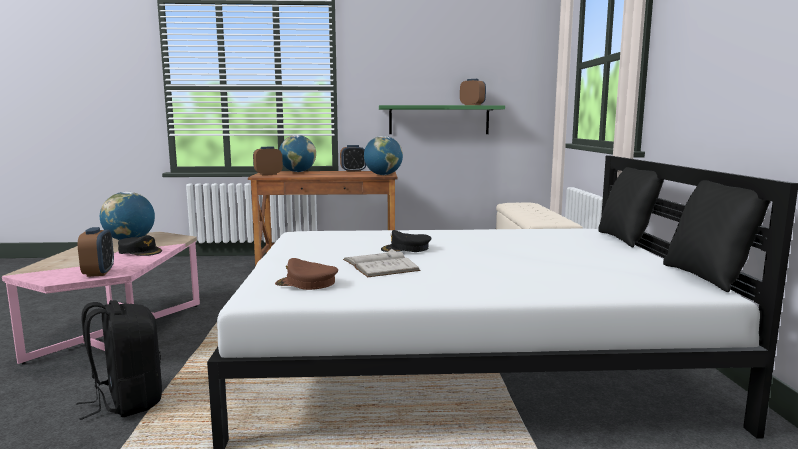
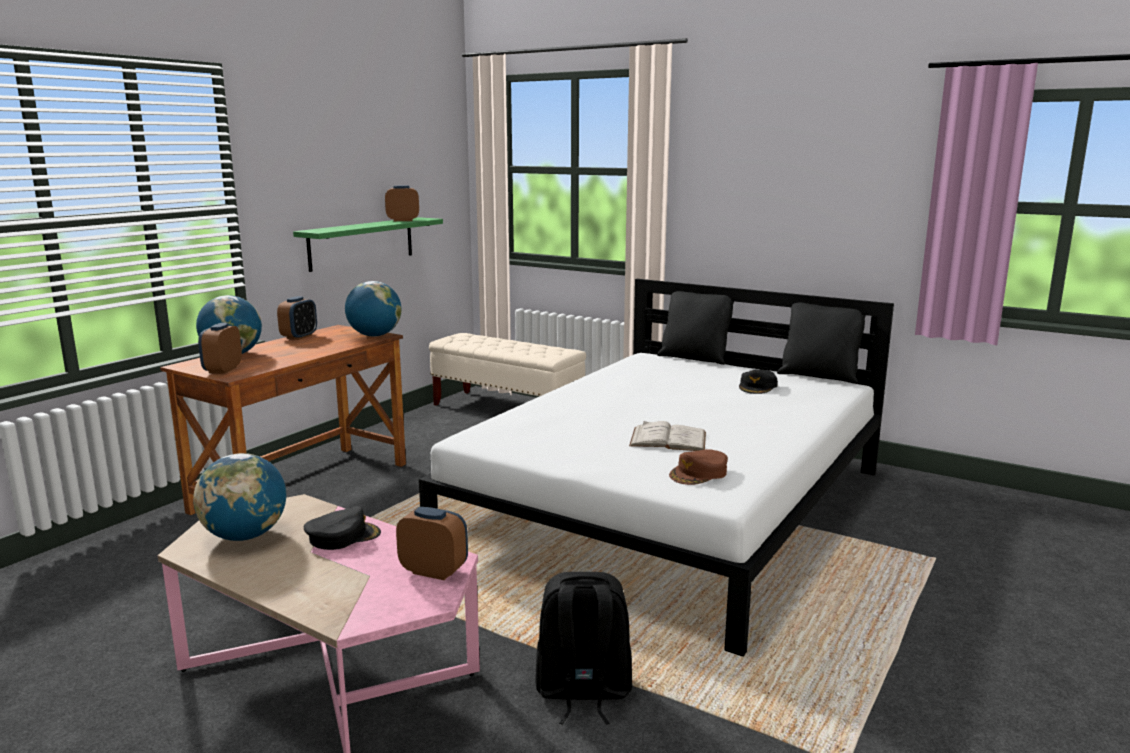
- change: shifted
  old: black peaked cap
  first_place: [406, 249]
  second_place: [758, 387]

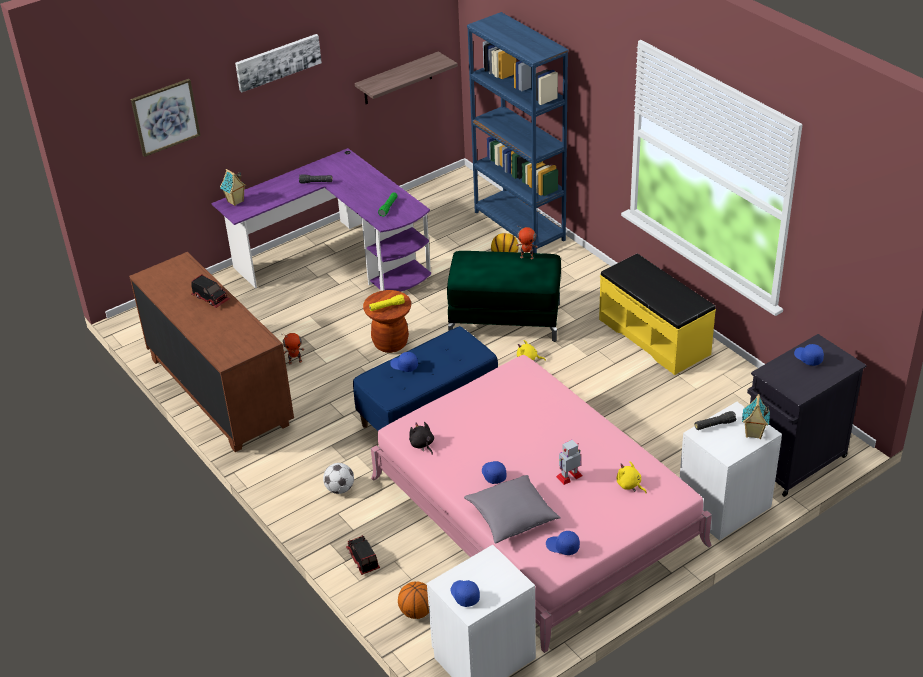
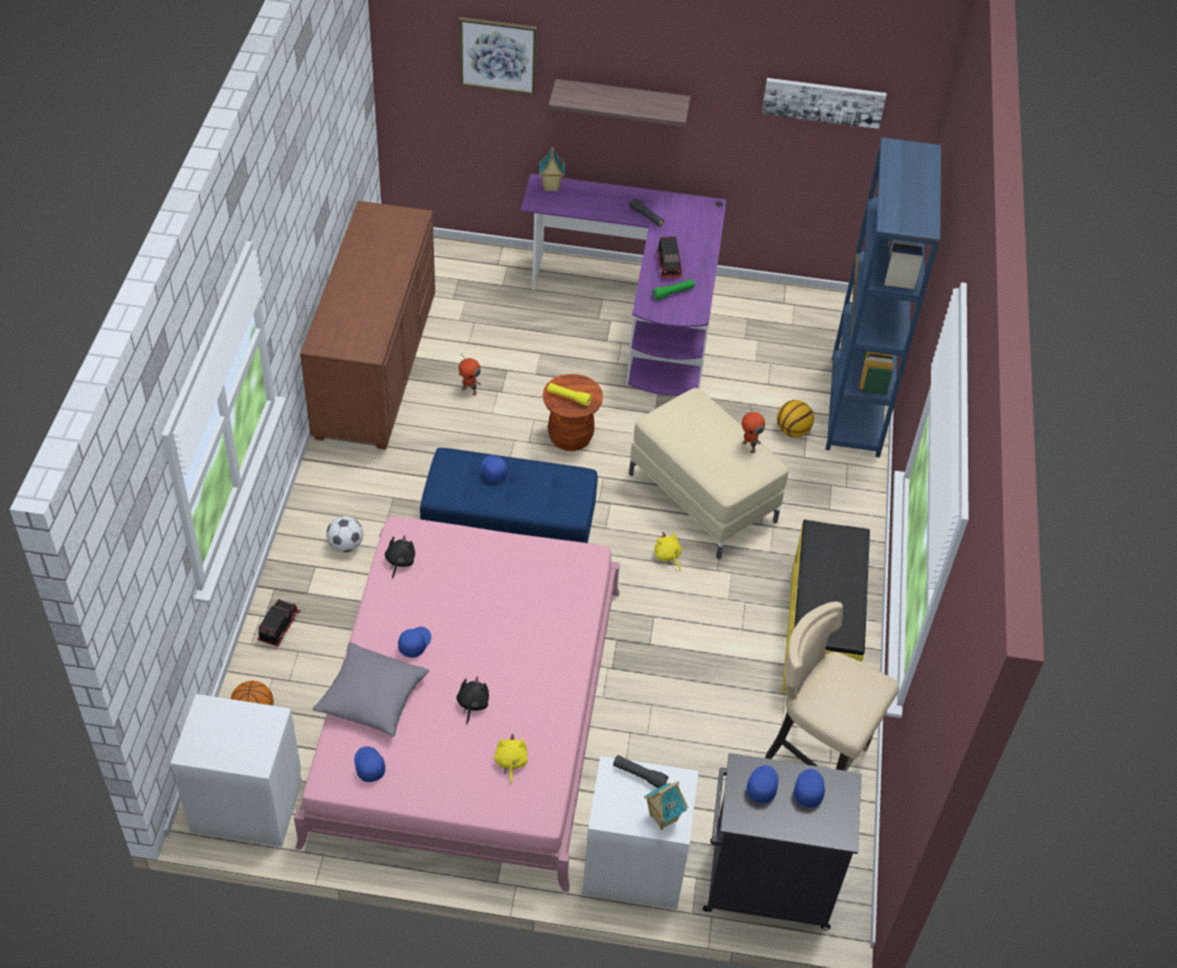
- change: swapped
  old: toy robot
  new: black soft toy
  first_place: [569, 476]
  second_place: [472, 704]
- change: shifted
  old: shelf
  first_place: [398, 79]
  second_place: [621, 102]
- change: repainted
  old: green-coloured ottoman
  new: beige-coloured ottoman
  first_place: [506, 319]
  second_place: [704, 497]
- change: shifted
  old: toy lorry
  first_place: [211, 298]
  second_place: [669, 266]
- change: shifted
  old: blue peaked cap
  first_place: [464, 595]
  second_place: [762, 785]
- change: shifted
  old: wall art
  first_place: [278, 62]
  second_place: [823, 101]
- change: new
  new: beige-coloured upright chair
  second_place: [815, 761]

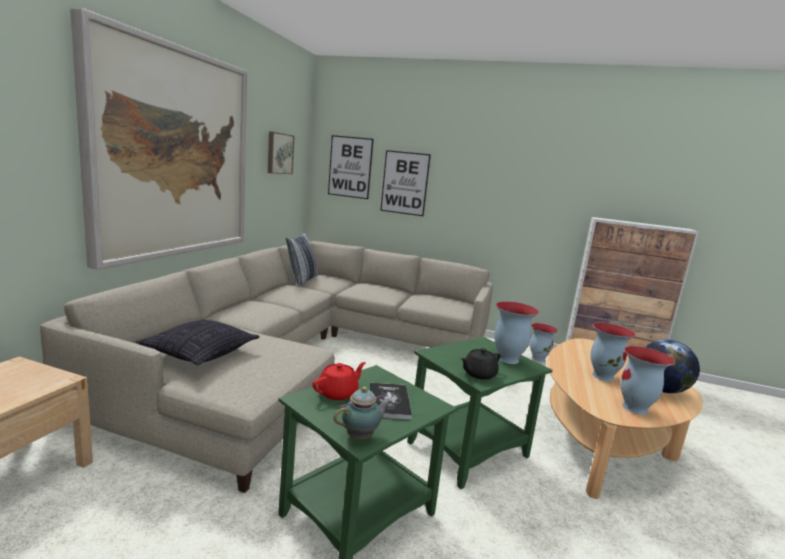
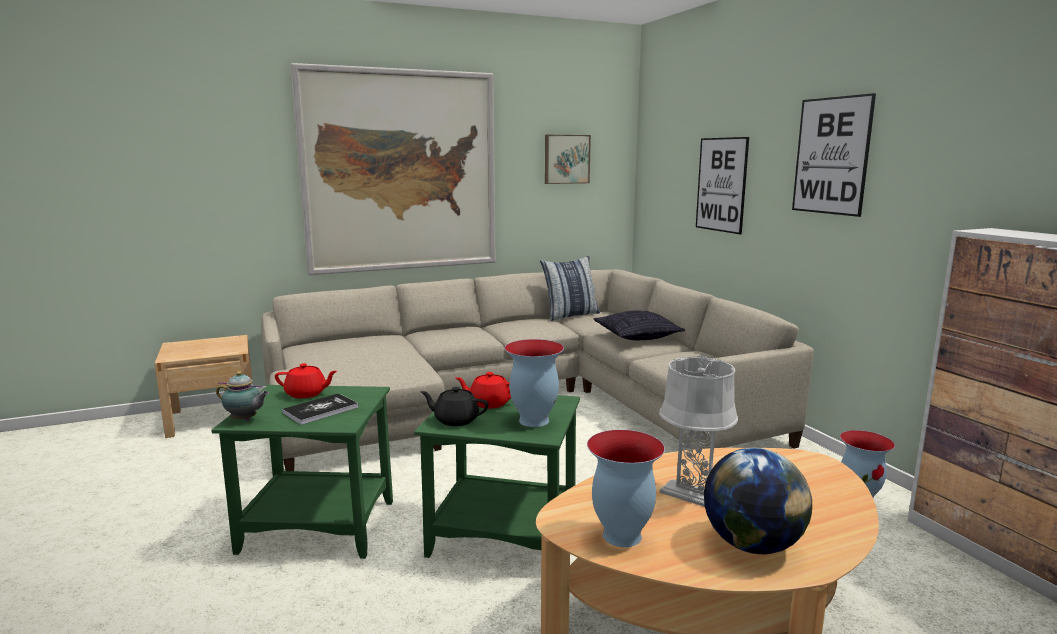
- change: new
  new: red teapot
  second_place: [489, 403]
- change: shifted
  old: pillow
  first_place: [200, 353]
  second_place: [637, 336]
- change: swapped
  old: decorative vase
  new: grey lamp for a table
  first_place: [603, 376]
  second_place: [693, 496]
- change: shifted
  old: wall art
  first_place: [350, 167]
  second_place: [831, 156]

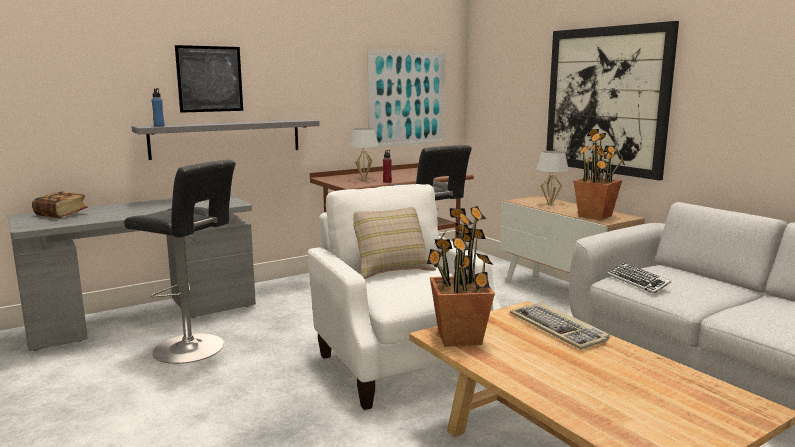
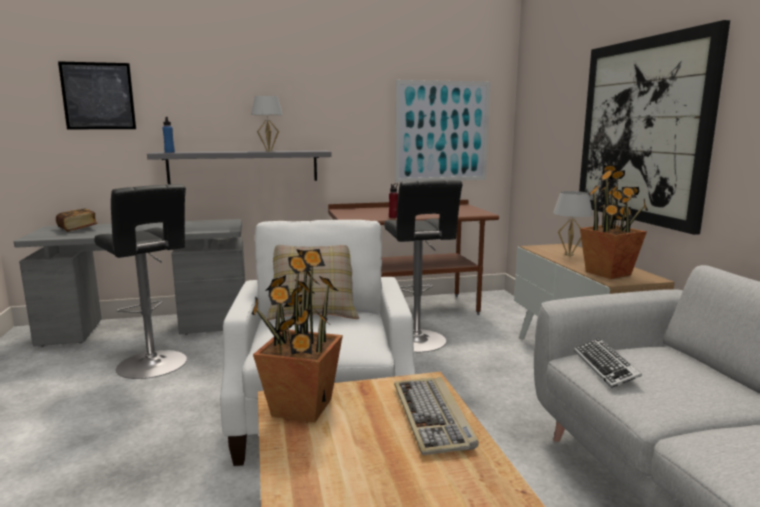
- change: shifted
  old: wall art
  first_place: [210, 79]
  second_place: [98, 96]
- change: shifted
  old: white lamp for a table
  first_place: [364, 179]
  second_place: [269, 151]

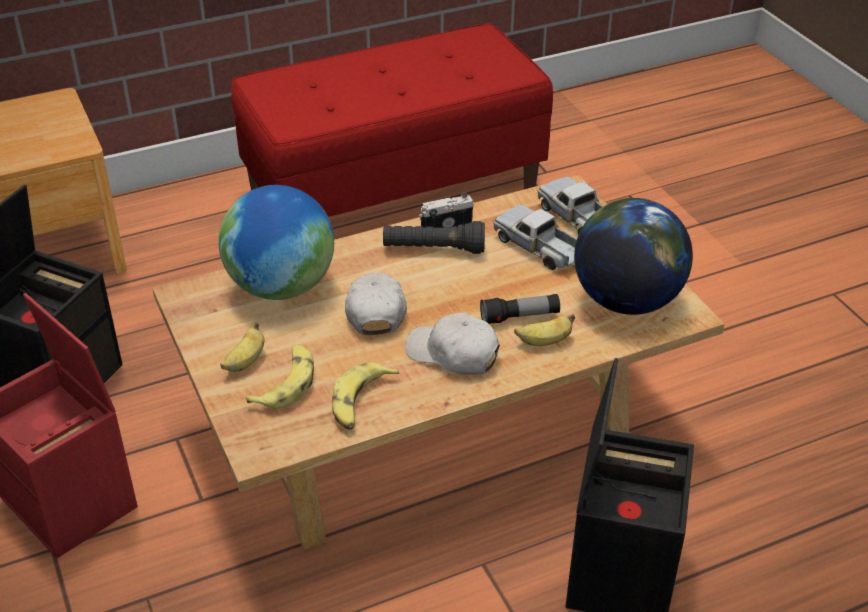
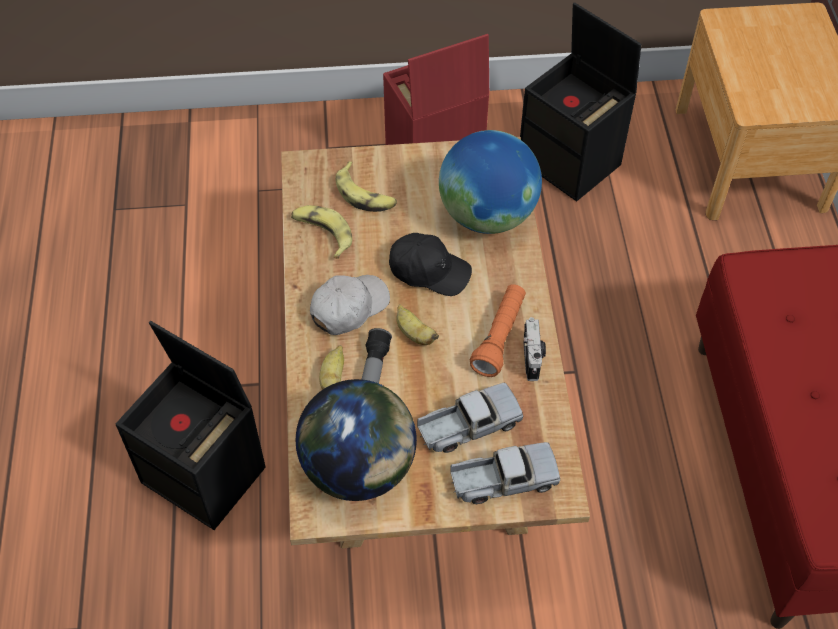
- change: repainted
  old: white peaked cap
  new: black peaked cap
  first_place: [375, 310]
  second_place: [429, 270]
- change: shifted
  old: banana
  first_place: [245, 362]
  second_place: [414, 334]
- change: repainted
  old: black hand torch
  new: orange-coloured hand torch
  first_place: [433, 249]
  second_place: [499, 337]

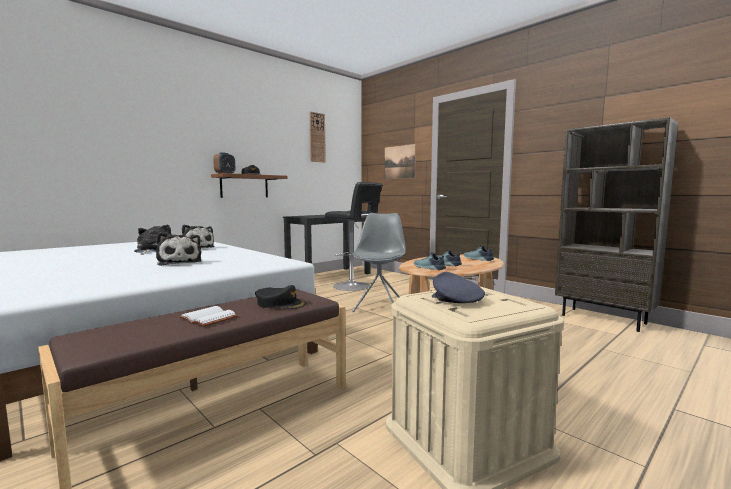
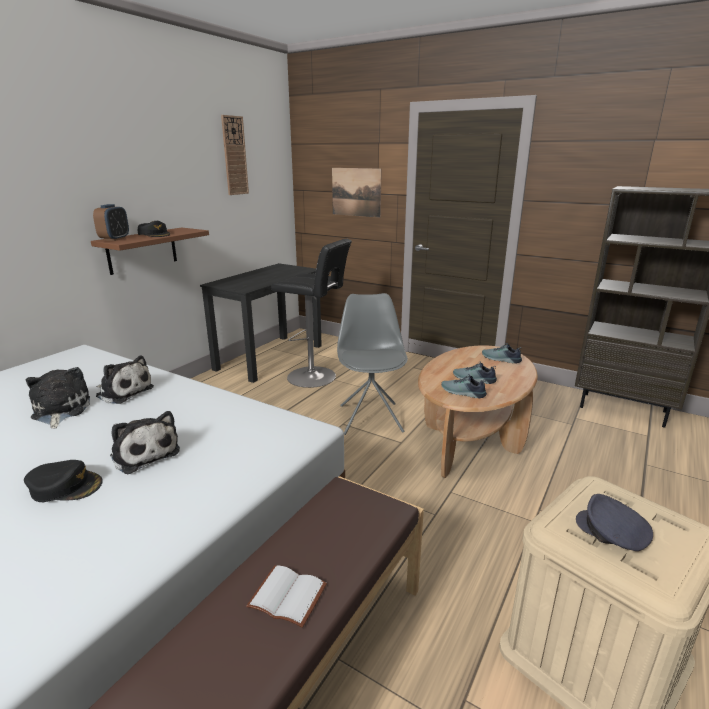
- change: shifted
  old: black peaked cap
  first_place: [280, 303]
  second_place: [66, 486]

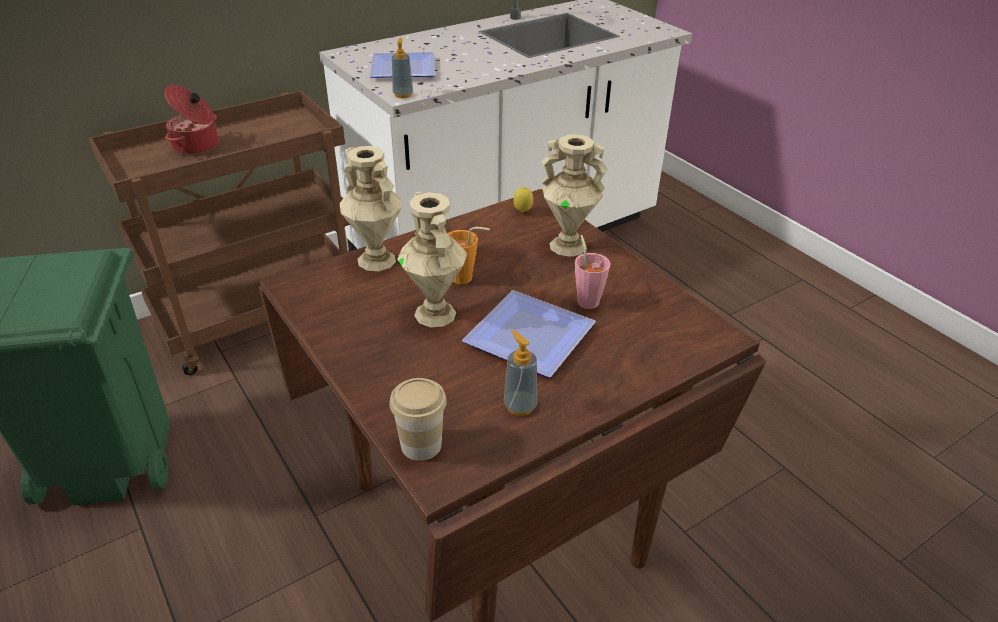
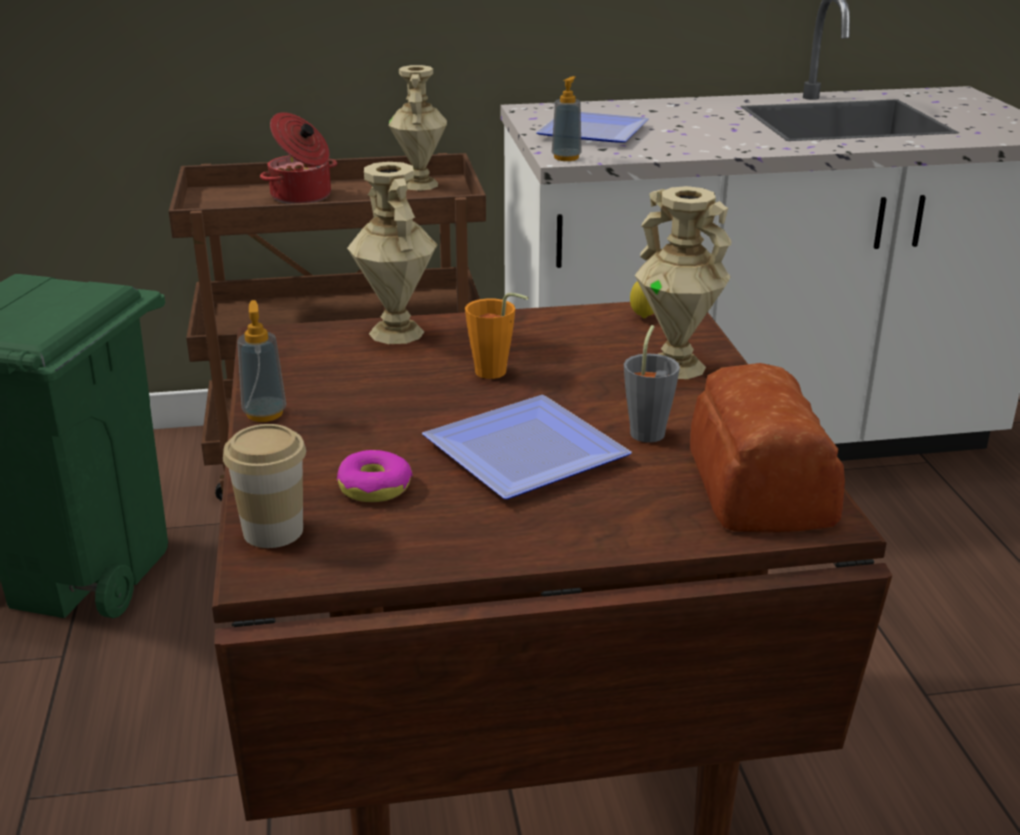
- change: shifted
  old: liquid soap bottle
  first_place: [520, 406]
  second_place: [264, 413]
- change: new
  new: ring doughnut
  second_place: [375, 487]
- change: shifted
  old: beige-coloured decorative vase
  first_place: [436, 313]
  second_place: [421, 184]
- change: repainted
  old: pink-coloured cup
  new: grey cup
  first_place: [587, 299]
  second_place: [649, 430]
- change: new
  new: baked bread
  second_place: [757, 488]

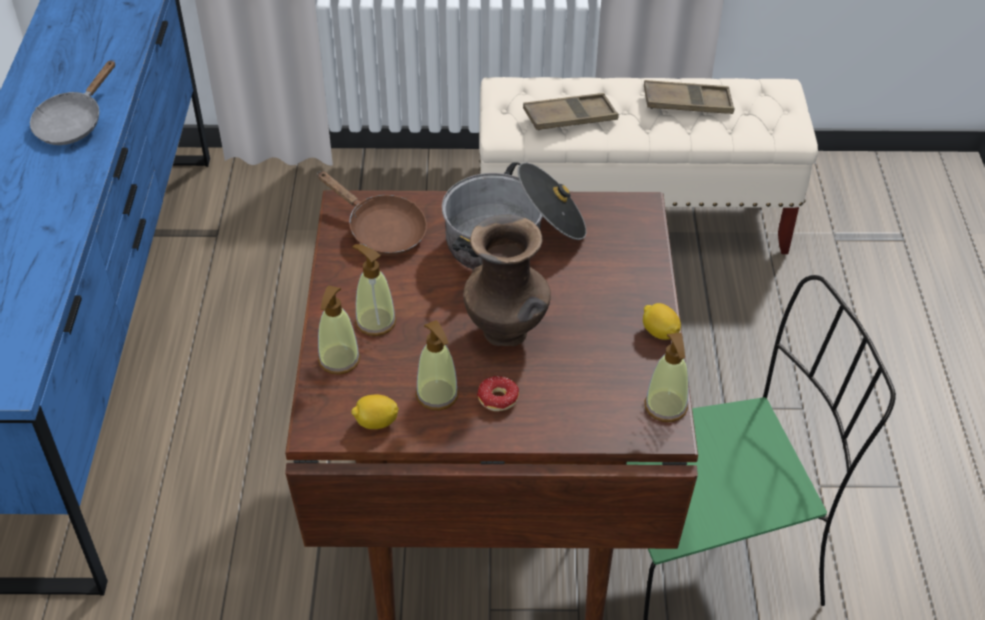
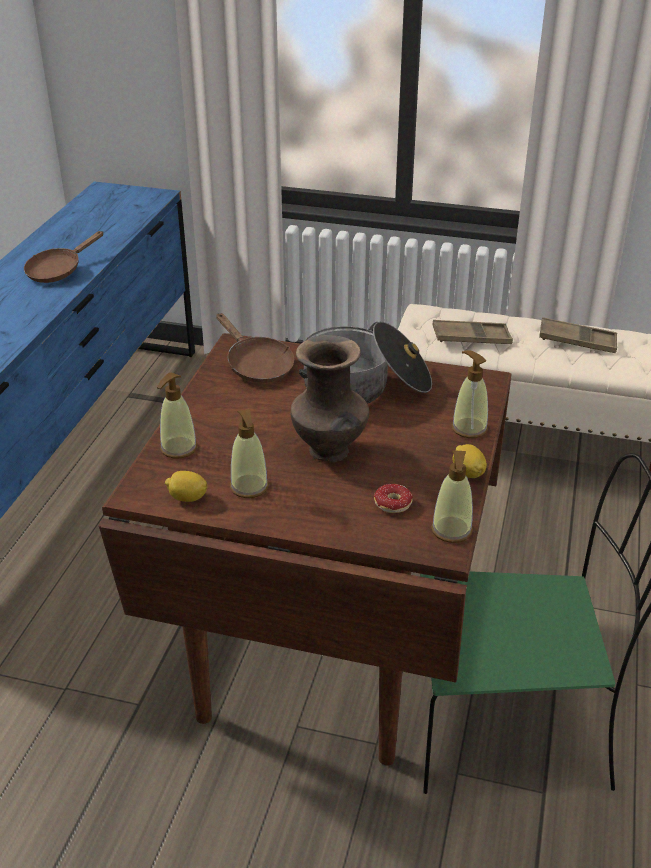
- change: repainted
  old: grey frying pan
  new: brown-coloured frying pan
  first_place: [73, 123]
  second_place: [58, 271]
- change: shifted
  old: ring doughnut
  first_place: [498, 405]
  second_place: [392, 508]
- change: shifted
  old: liquid soap bottle
  first_place: [375, 321]
  second_place: [469, 428]

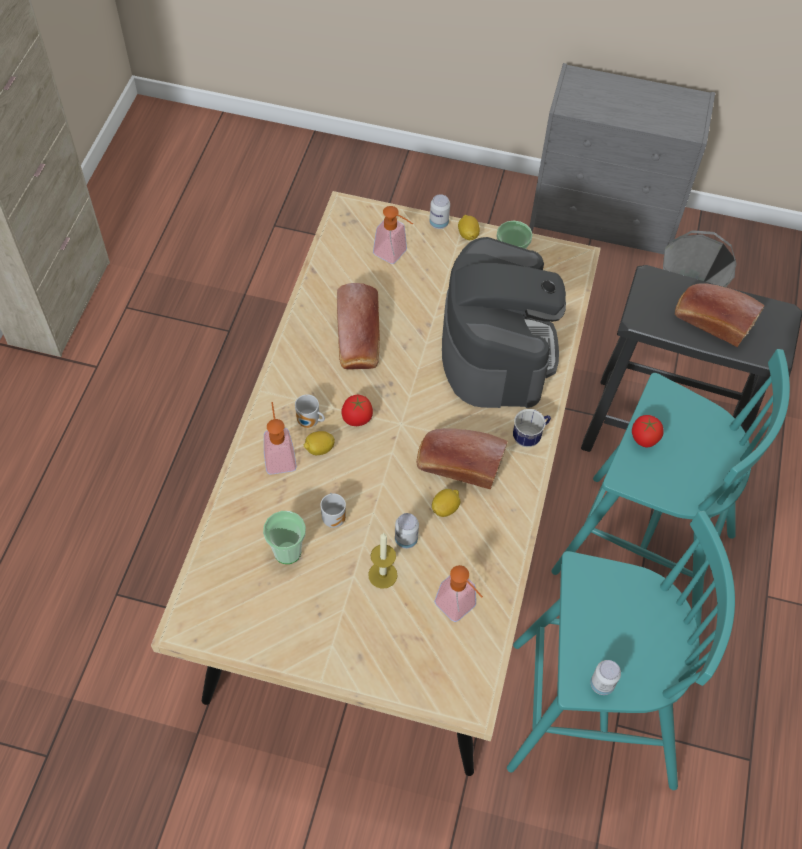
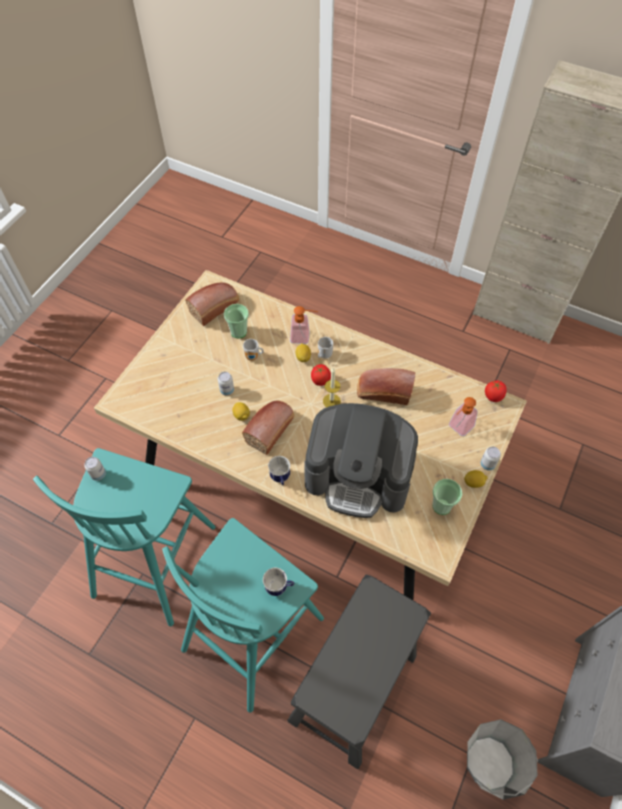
- change: shifted
  old: baked bread
  first_place: [711, 320]
  second_place: [215, 307]
- change: new
  new: coffee mug
  second_place: [279, 587]
- change: shifted
  old: wax candle
  first_place: [382, 575]
  second_place: [331, 401]
- change: shifted
  old: whole tomato
  first_place: [643, 438]
  second_place: [493, 396]
- change: gone
  old: liquid soap bottle
  first_place: [460, 609]

